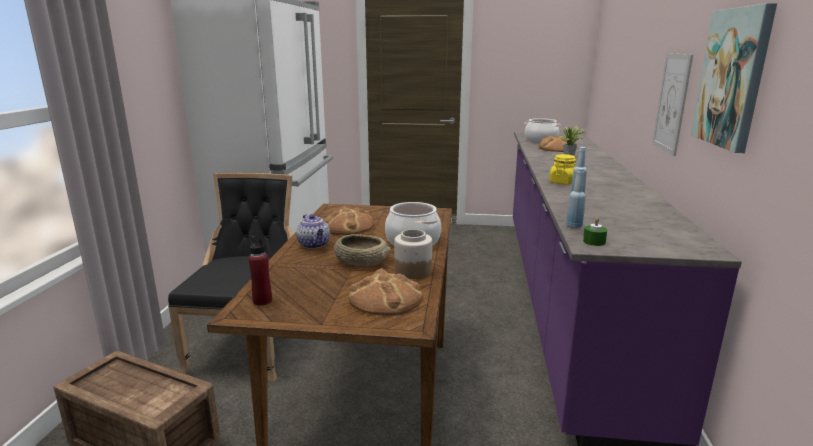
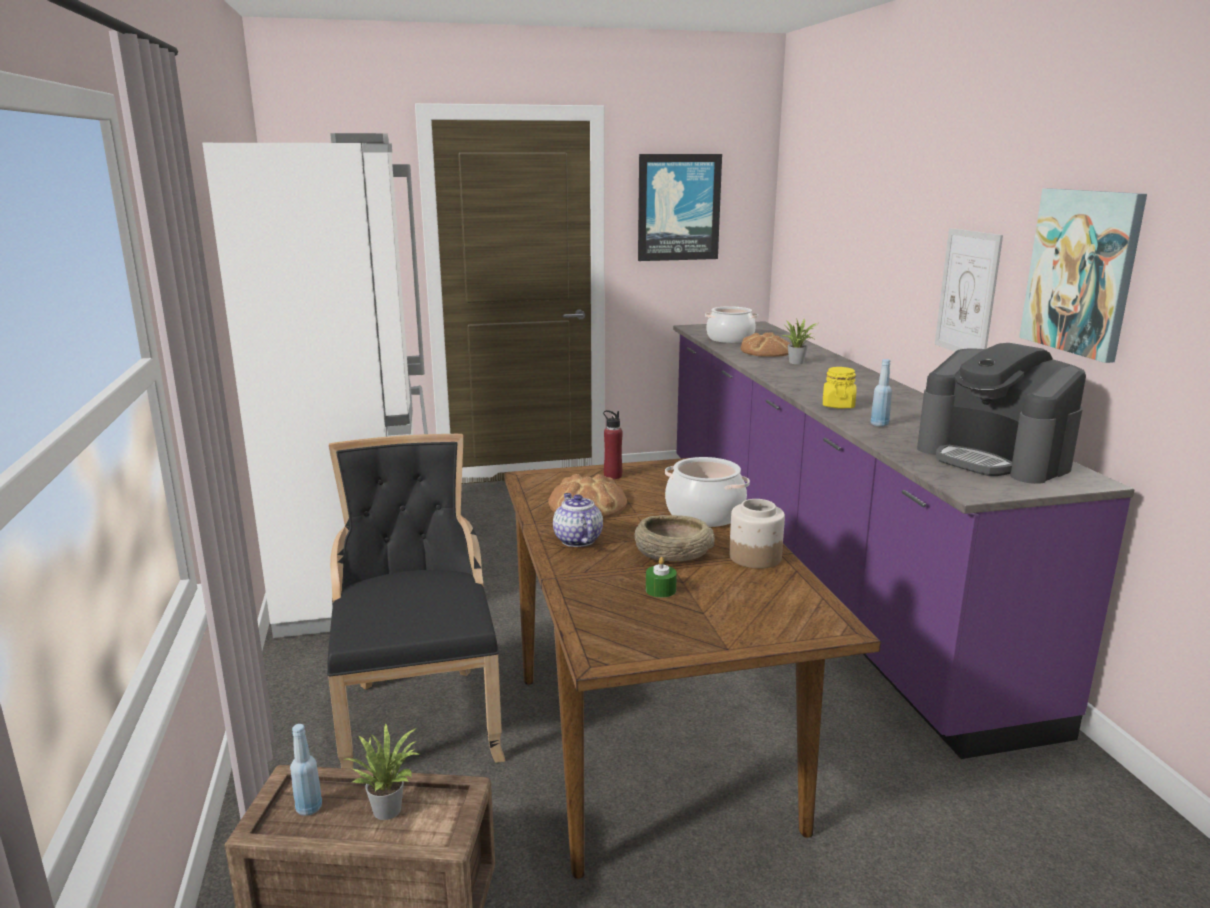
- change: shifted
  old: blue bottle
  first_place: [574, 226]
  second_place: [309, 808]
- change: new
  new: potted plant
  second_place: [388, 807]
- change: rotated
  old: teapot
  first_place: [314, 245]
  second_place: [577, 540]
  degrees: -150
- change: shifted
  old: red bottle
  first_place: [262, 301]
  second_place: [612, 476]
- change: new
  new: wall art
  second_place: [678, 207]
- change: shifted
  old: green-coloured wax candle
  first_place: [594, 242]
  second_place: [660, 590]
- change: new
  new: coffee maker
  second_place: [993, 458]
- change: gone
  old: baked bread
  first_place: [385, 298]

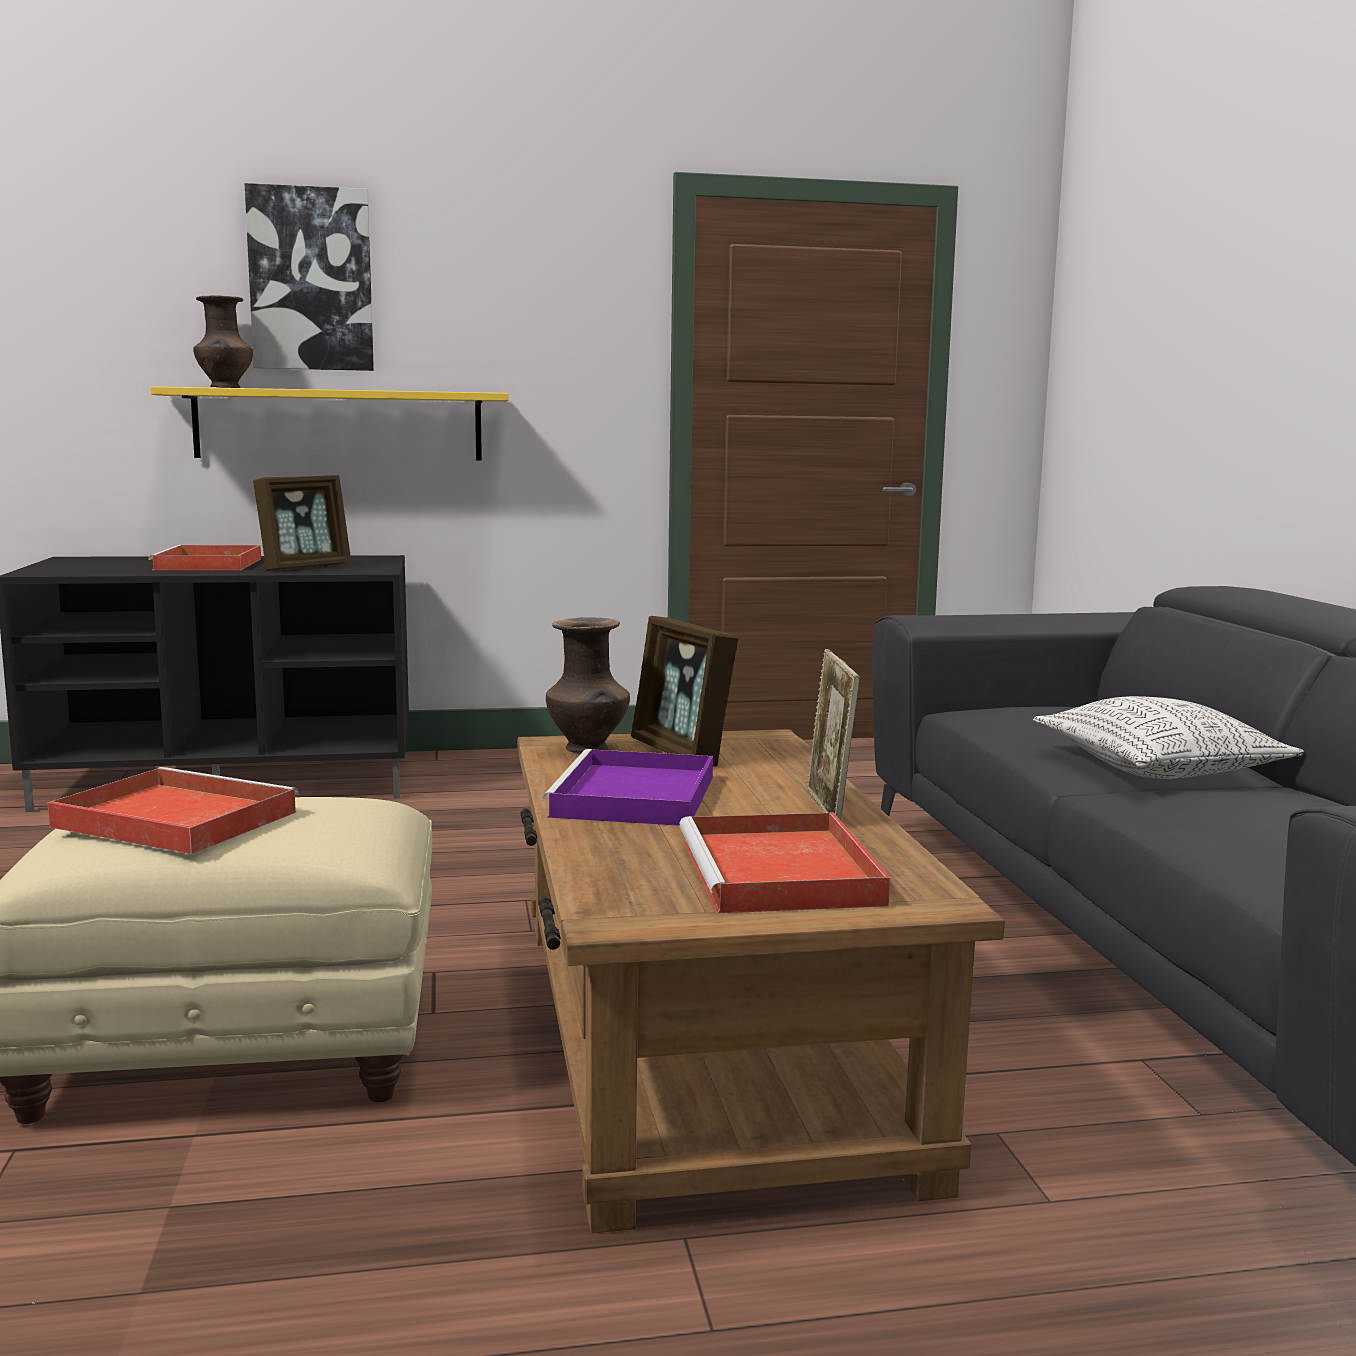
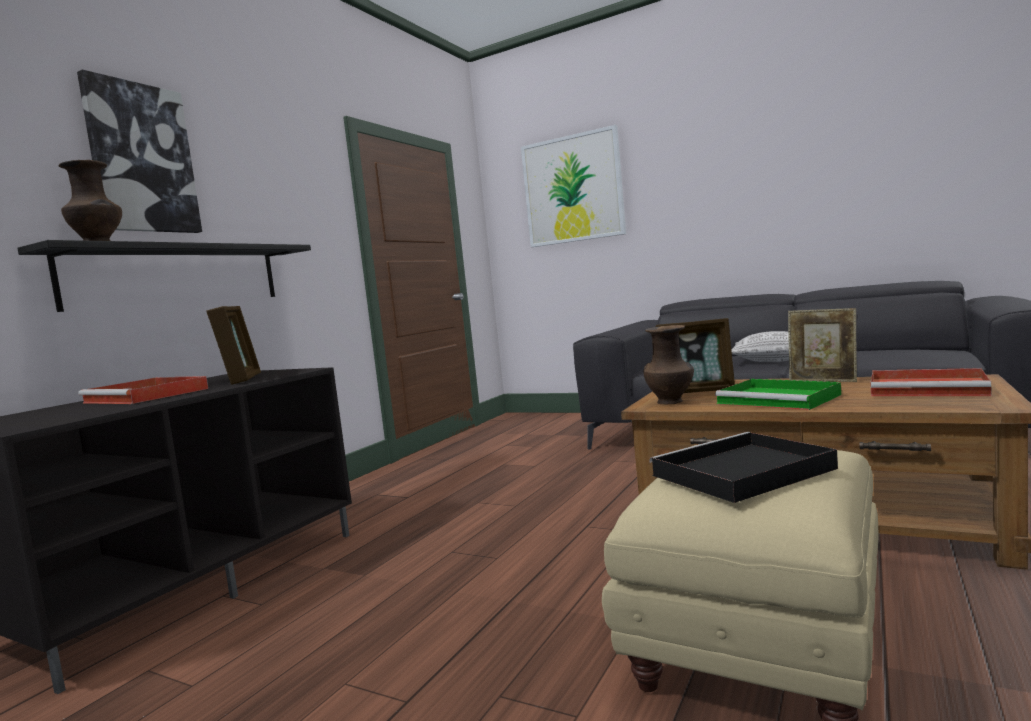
- change: repainted
  old: yellow shelf
  new: black shelf
  first_place: [339, 425]
  second_place: [178, 276]
- change: new
  new: wall art
  second_place: [573, 189]
- change: repainted
  old: red serving tray
  new: black serving tray
  first_place: [171, 819]
  second_place: [740, 473]
- change: repainted
  old: purplish serving tray
  new: green-coloured serving tray
  first_place: [634, 797]
  second_place: [780, 399]

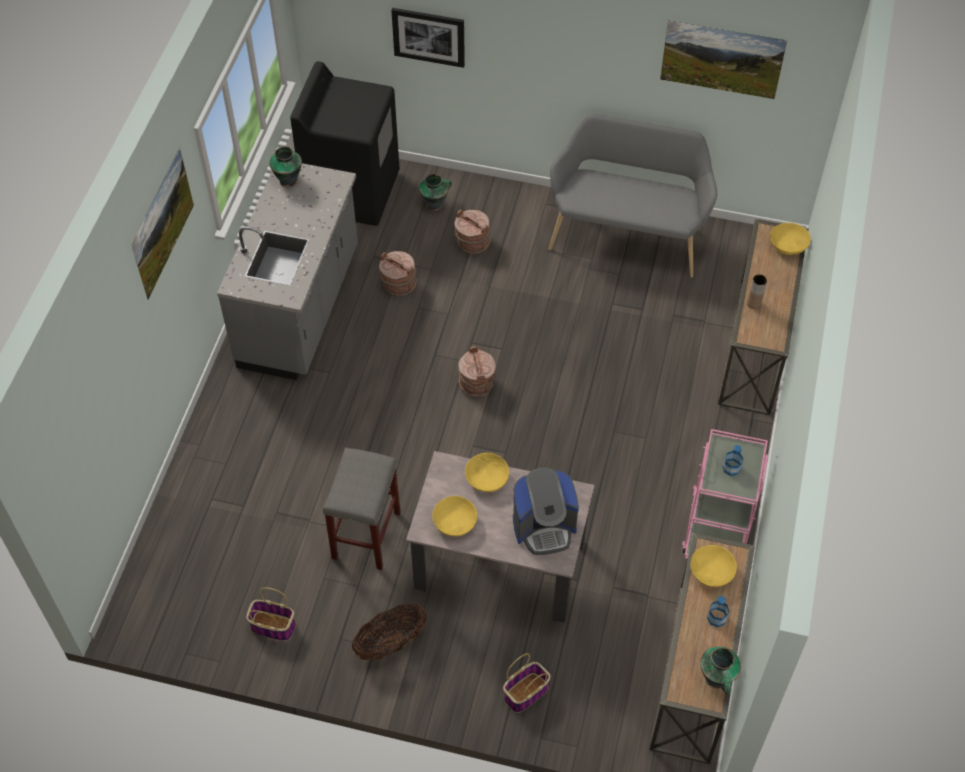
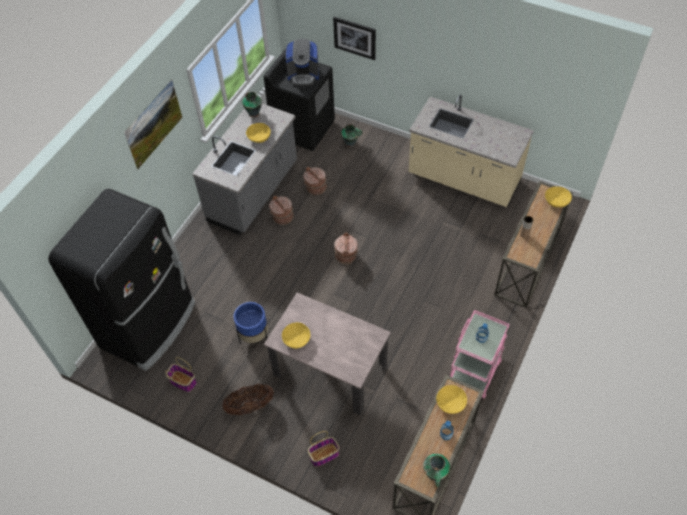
- change: new
  new: black refrigerator
  second_place: [149, 325]
- change: swapped
  old: grey sitting stool
  new: blue planter
  first_place: [366, 534]
  second_place: [254, 336]
- change: shifted
  old: yellow deep dish
  first_place: [486, 478]
  second_place: [259, 137]
- change: shifted
  old: brown-coloured water bucket
  first_place: [472, 243]
  second_place: [282, 217]
- change: shifted
  old: coffee maker
  first_place: [544, 527]
  second_place: [303, 75]
- change: swapped
  old: grey long seat
  new: beige-coloured kitchen counter
  first_place: [627, 235]
  second_place: [463, 180]
- change: gone
  old: wall art
  first_place: [719, 74]

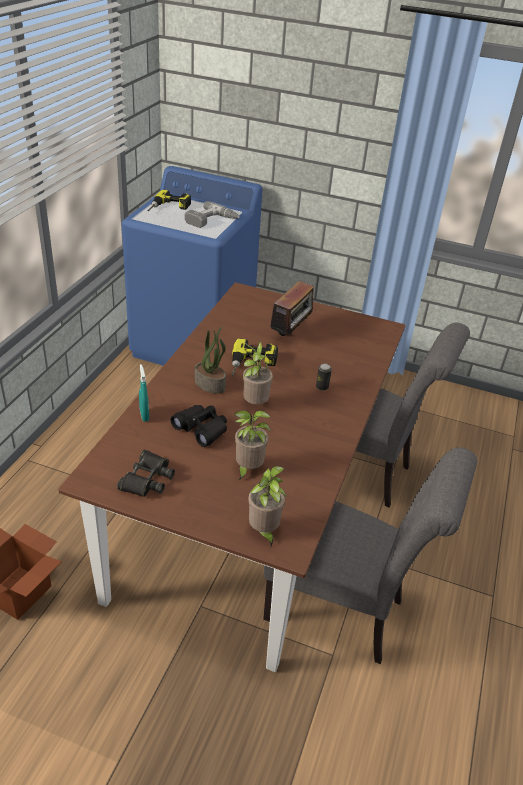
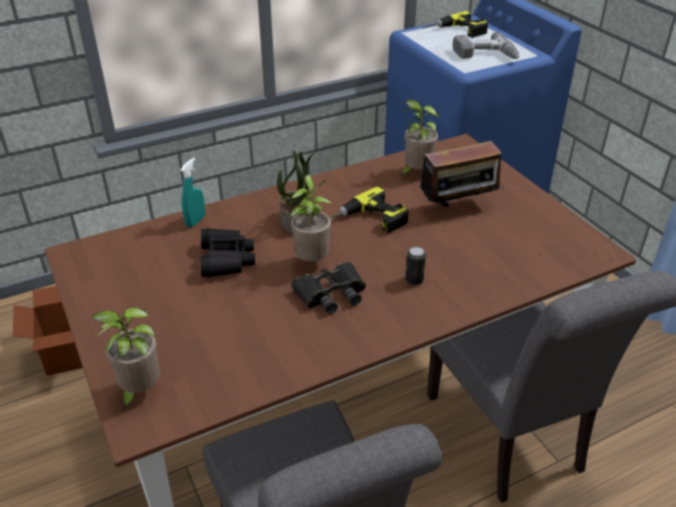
- change: shifted
  old: black pair of binoculars
  first_place: [147, 479]
  second_place: [331, 293]
- change: shifted
  old: potted plant
  first_place: [247, 469]
  second_place: [416, 172]

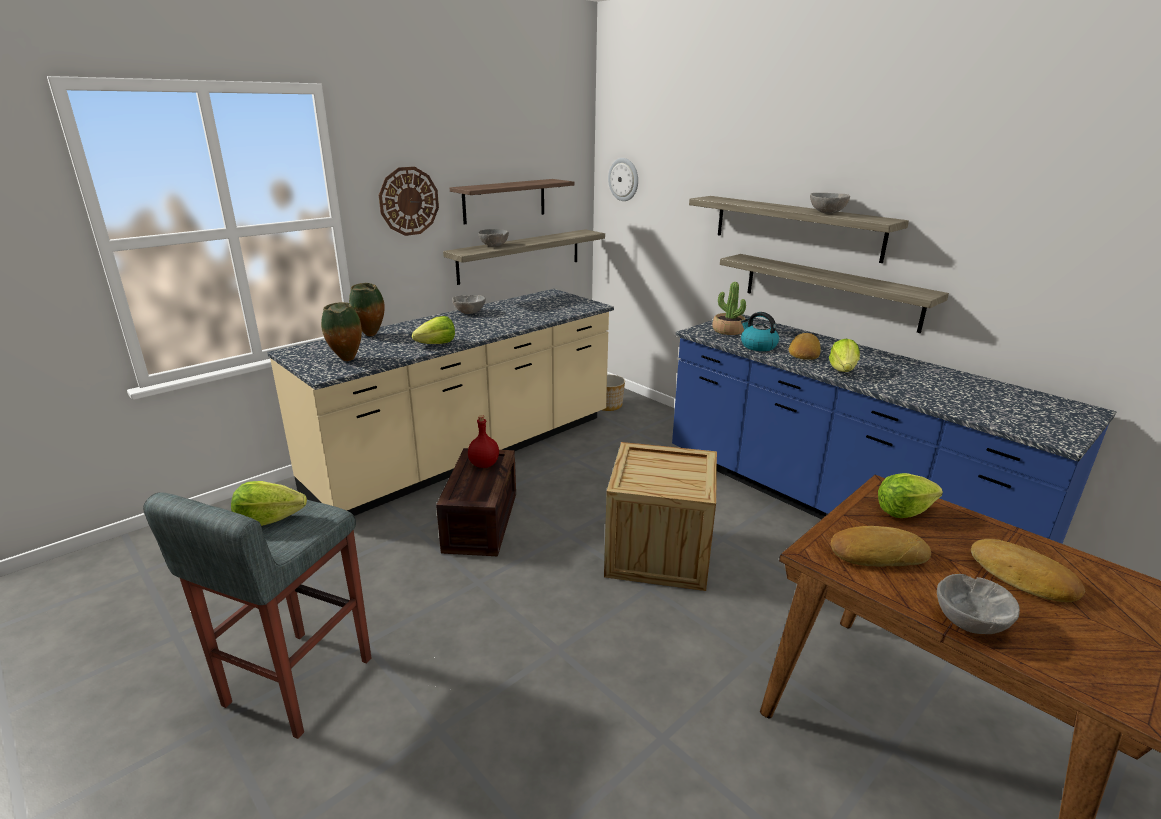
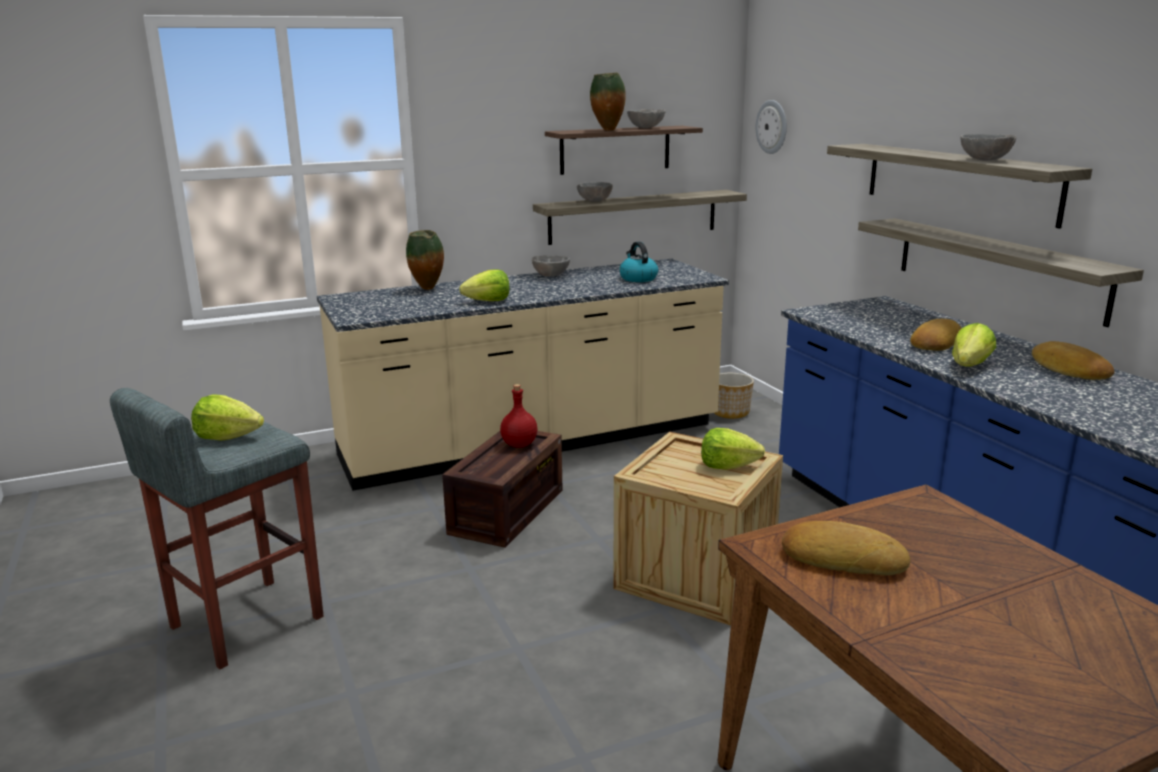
- change: shifted
  old: decorative vase
  first_place: [347, 360]
  second_place: [608, 130]
- change: shifted
  old: tea kettle
  first_place: [757, 346]
  second_place: [638, 278]
- change: shifted
  old: grey deep dish
  first_place: [969, 622]
  second_place: [646, 128]
- change: shifted
  old: lettuce
  first_place: [903, 511]
  second_place: [727, 466]
- change: shifted
  old: baked bread
  first_place: [1022, 577]
  second_place: [1068, 369]
- change: gone
  old: wall clock
  first_place: [409, 201]
- change: gone
  old: potted plant
  first_place: [728, 331]

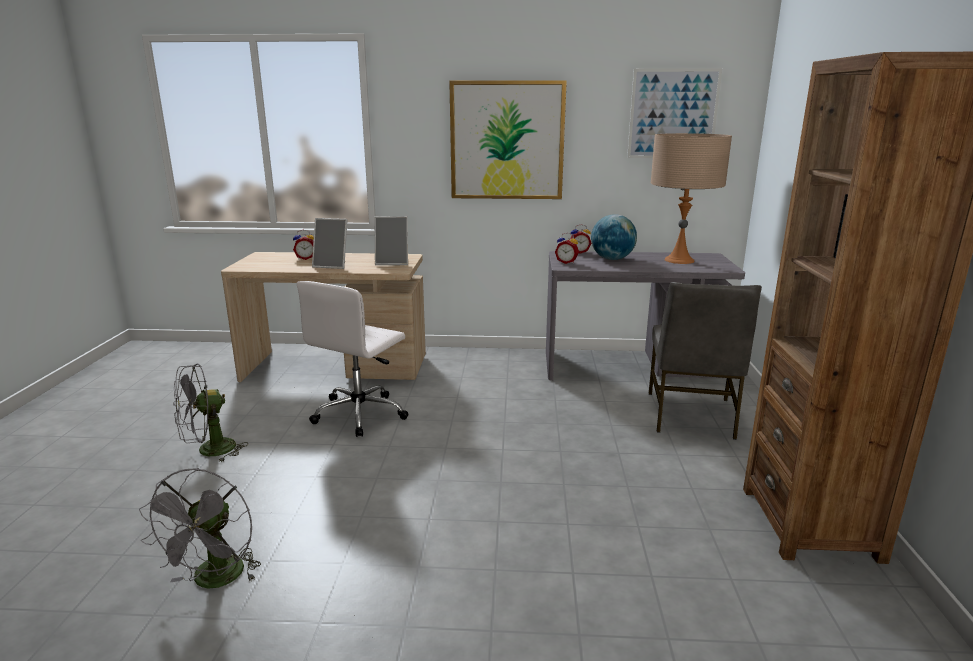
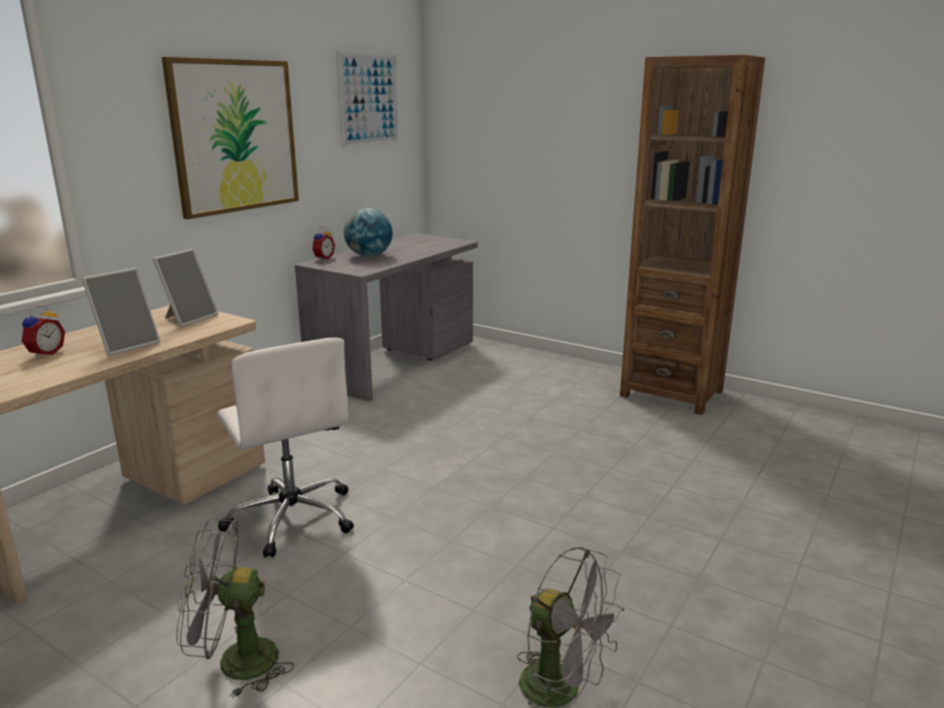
- change: rotated
  old: grey electric fan
  first_place: [209, 451]
  second_place: [234, 663]
  degrees: 90
- change: gone
  old: bedside clock
  first_place: [566, 262]
- change: gone
  old: grey upright chair
  first_place: [691, 415]
- change: gone
  old: beige-coloured lamp for a table
  first_place: [679, 260]

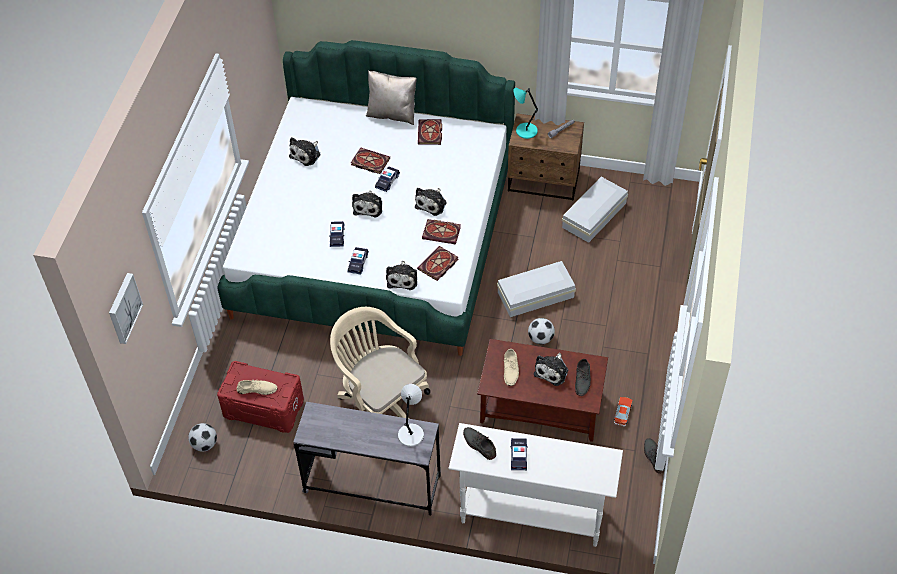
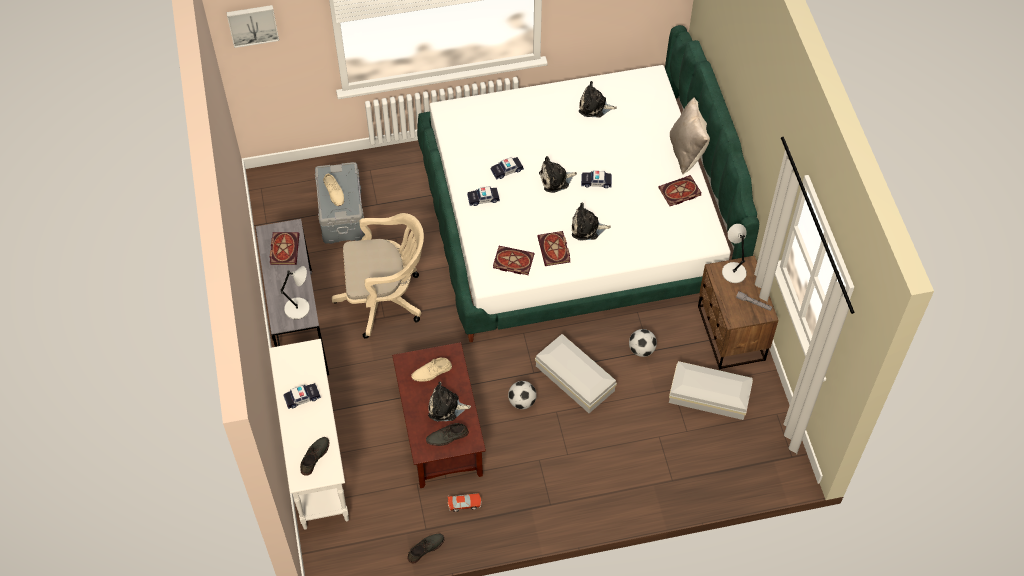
- change: shifted
  old: bound book
  first_place: [369, 162]
  second_place: [284, 248]
- change: shifted
  old: grey shoe
  first_place: [479, 444]
  second_place: [314, 456]
- change: repainted
  old: red storage box
  new: grey storage box
  first_place: [264, 407]
  second_place: [343, 214]
- change: rotated
  old: beige-coloured desk chair
  first_place: [381, 404]
  second_place: [385, 299]
  degrees: 60
- change: shifted
  old: ball for football
  first_place: [204, 444]
  second_place: [641, 350]
- change: repainted
  old: turquoise-coloured lamp for a table
  new: grey lamp for a table
  first_place: [525, 131]
  second_place: [733, 271]
- change: gone
  old: soft toy
  first_place: [402, 278]

